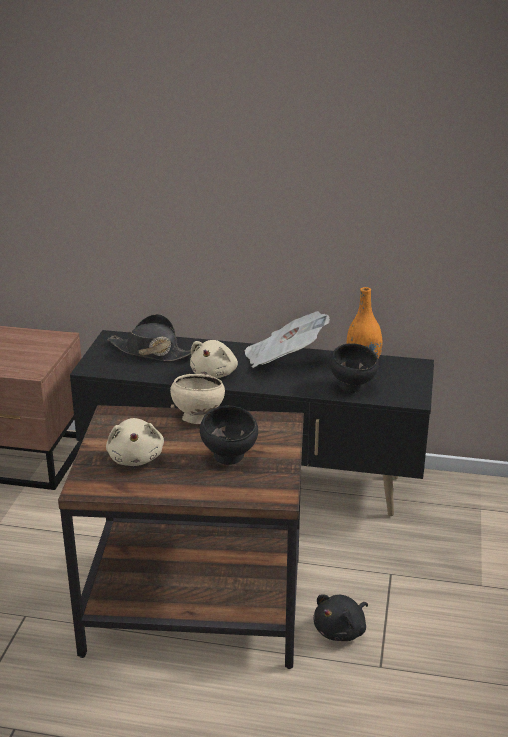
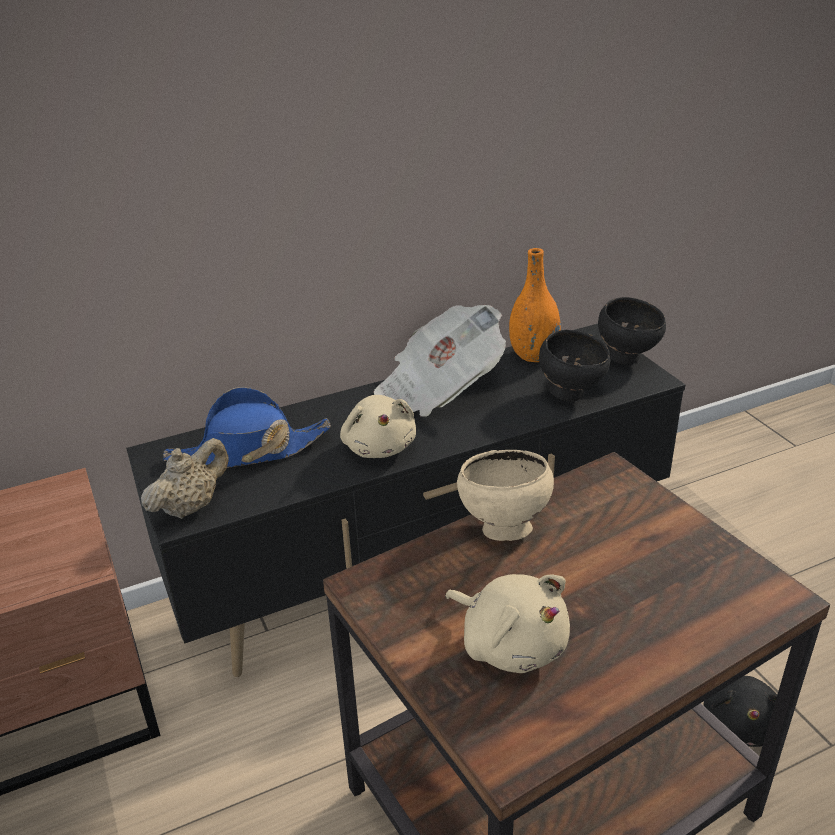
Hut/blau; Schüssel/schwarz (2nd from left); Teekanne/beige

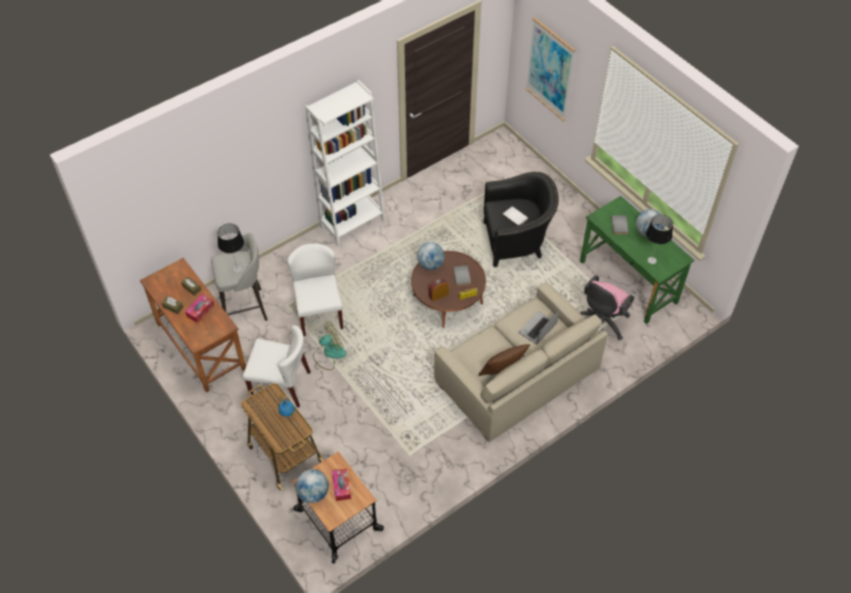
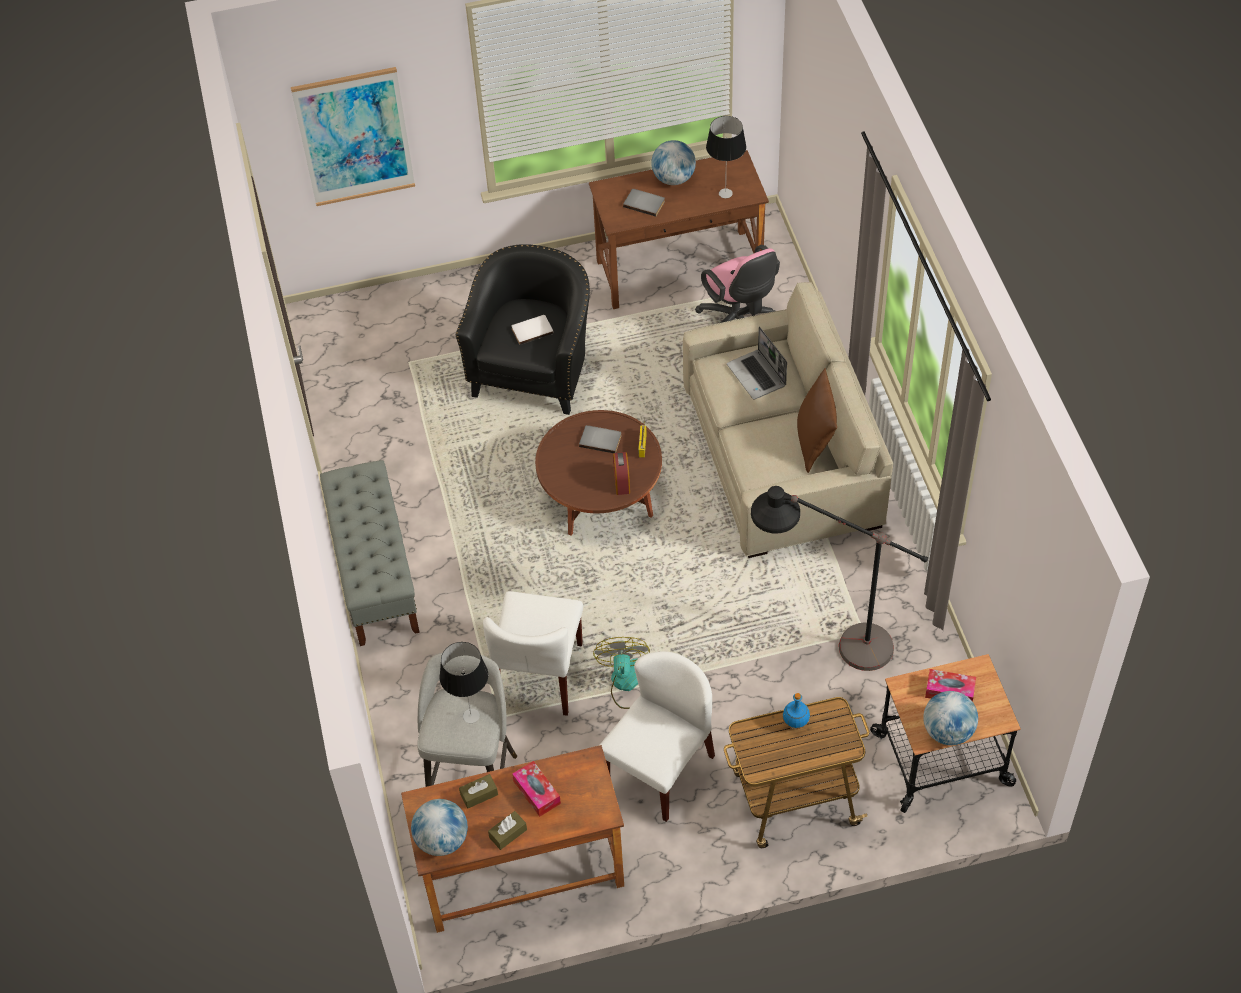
Stuhl/weiß (1st from left); Bank/grau; Globus (1st from left); Schreibtisch/braun (2nd from left); Stehlampe/schwarz

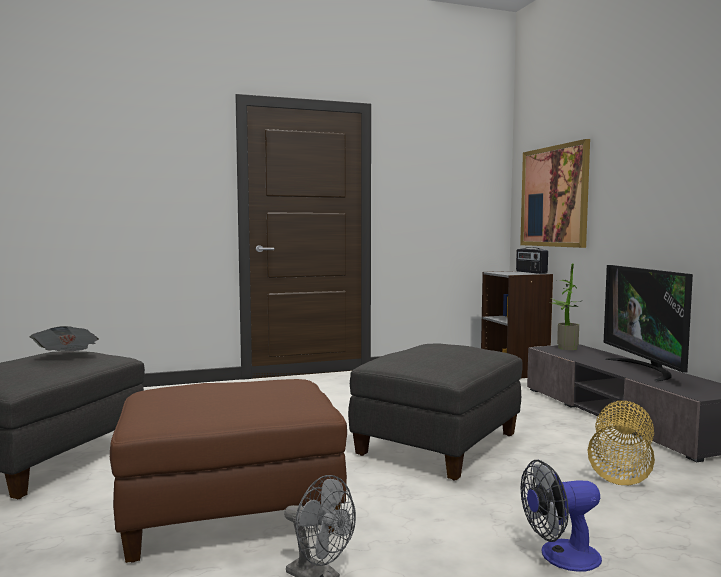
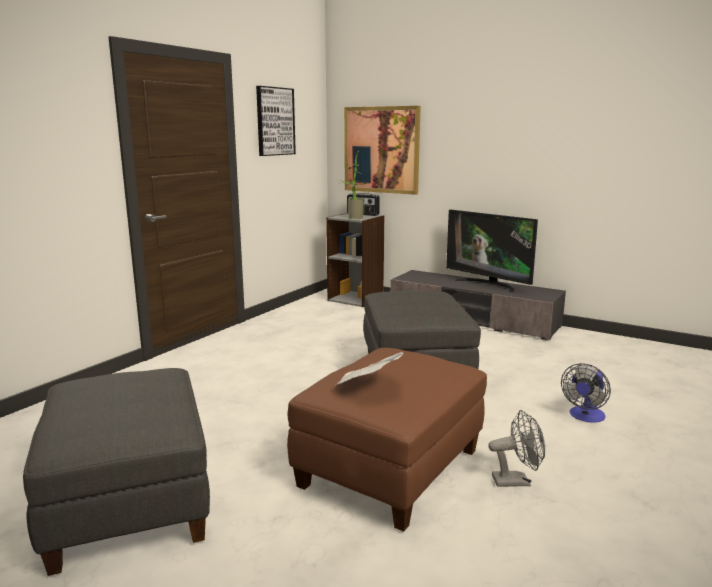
Zeitung; Topfpflanze; Korb; Bild (1st from left)

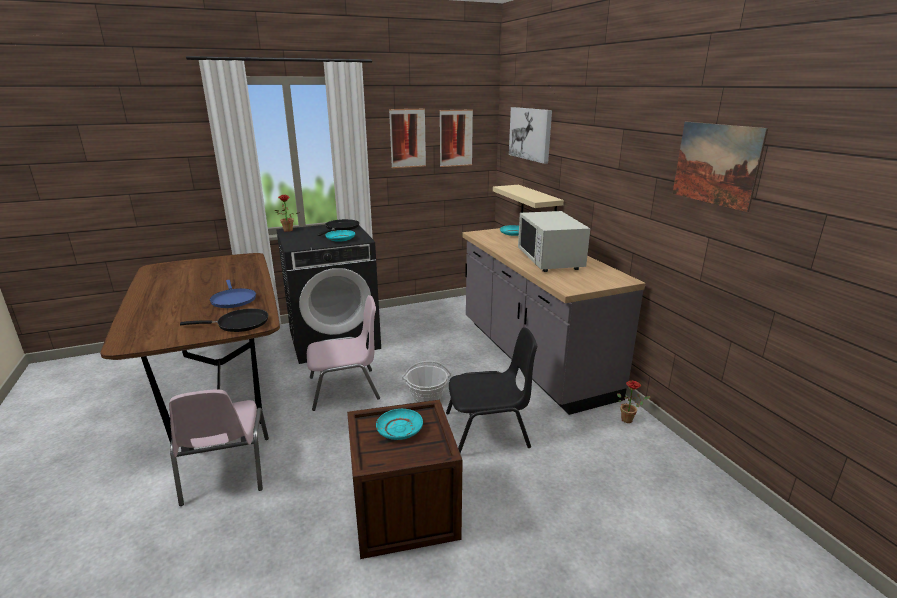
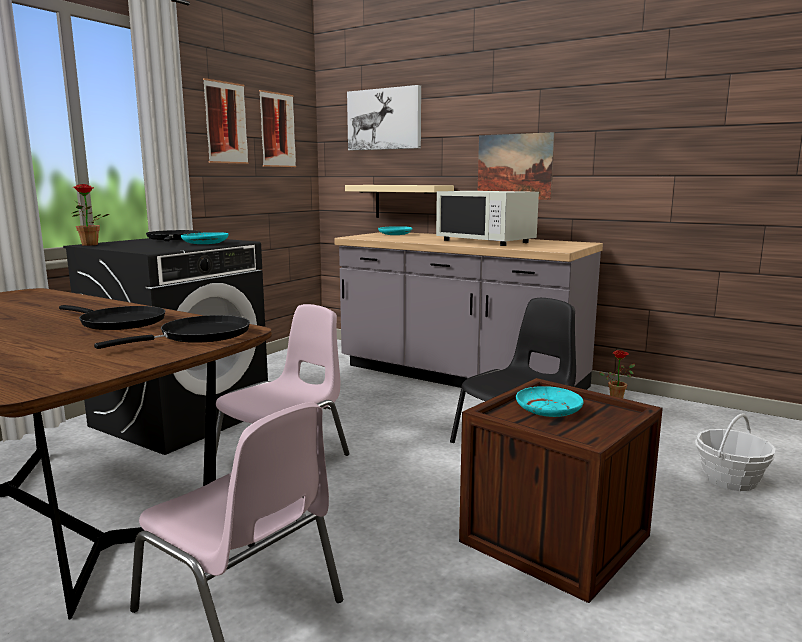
Pfanne/schwarz (1st from left); Korb; Bild (4th from left)

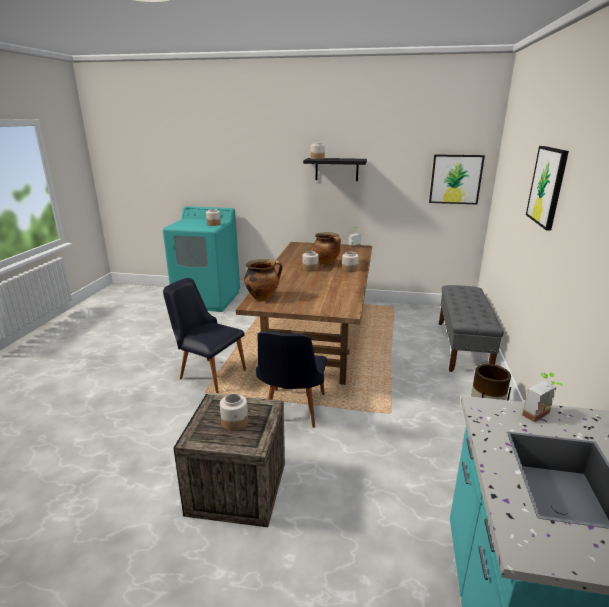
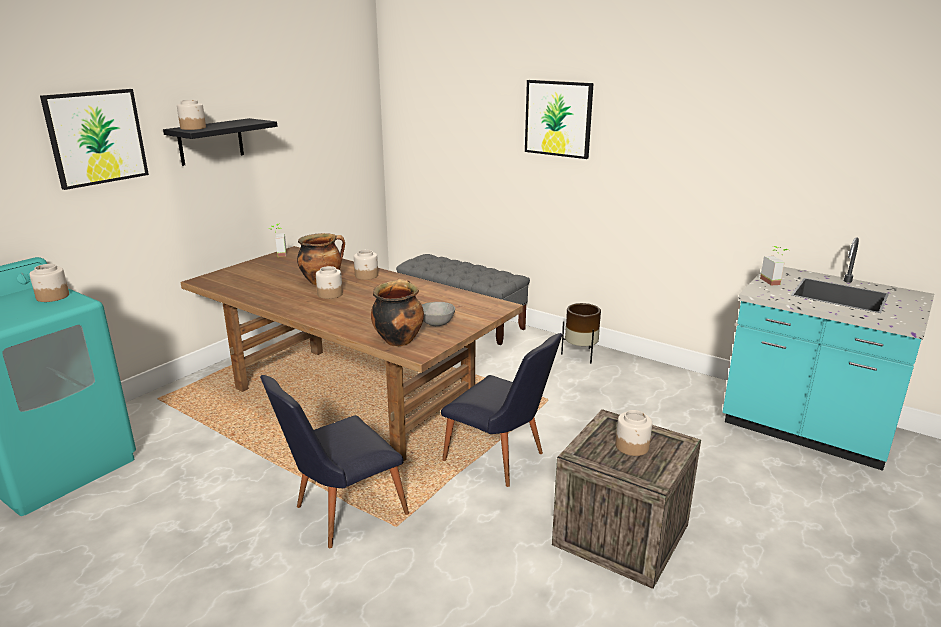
Bild (1st from left); Schüssel/grau

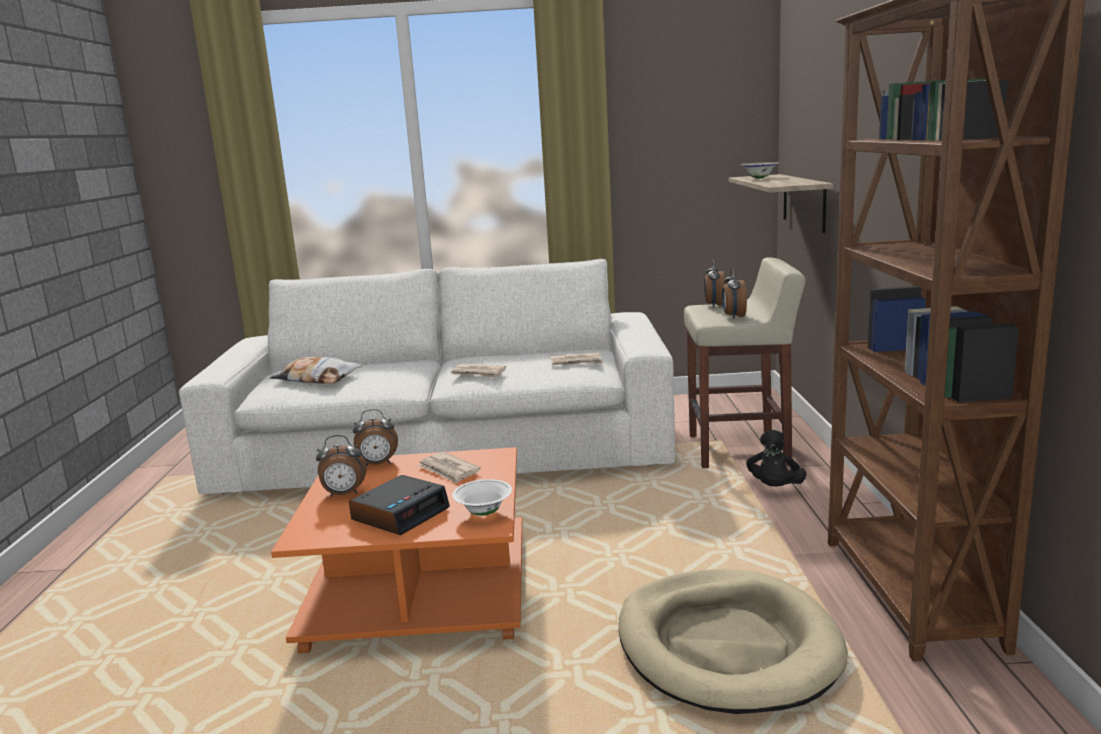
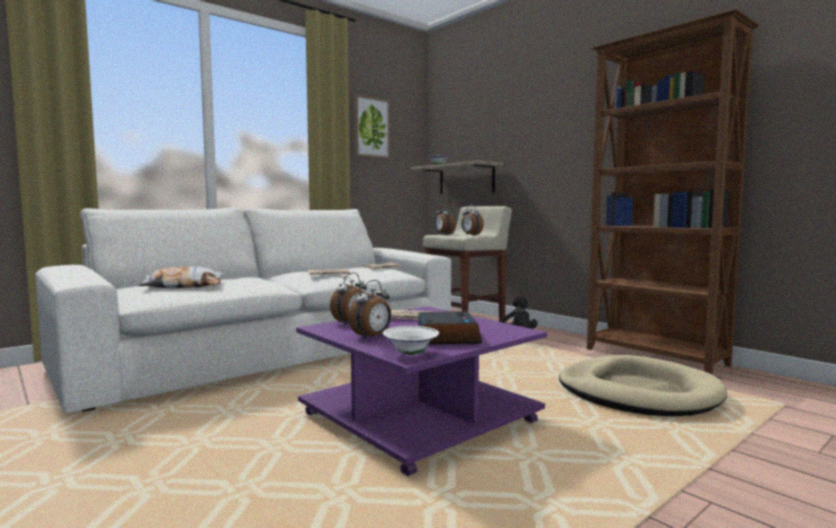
Couchtisch/lila; Schüssel/weiß (1st from left); Bild

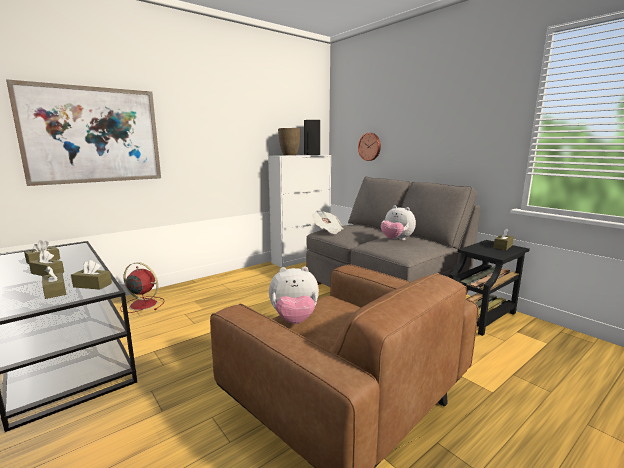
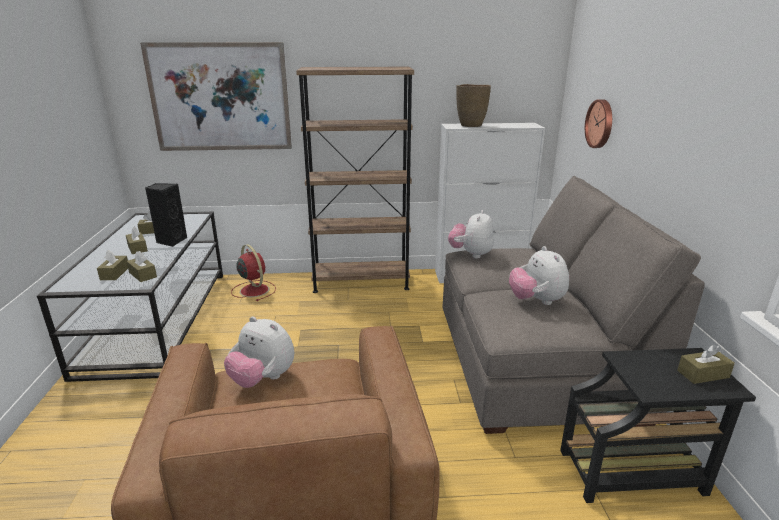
Lautsprecher/schwarz; Plüschtier (2nd from left); Bücherregal/braun

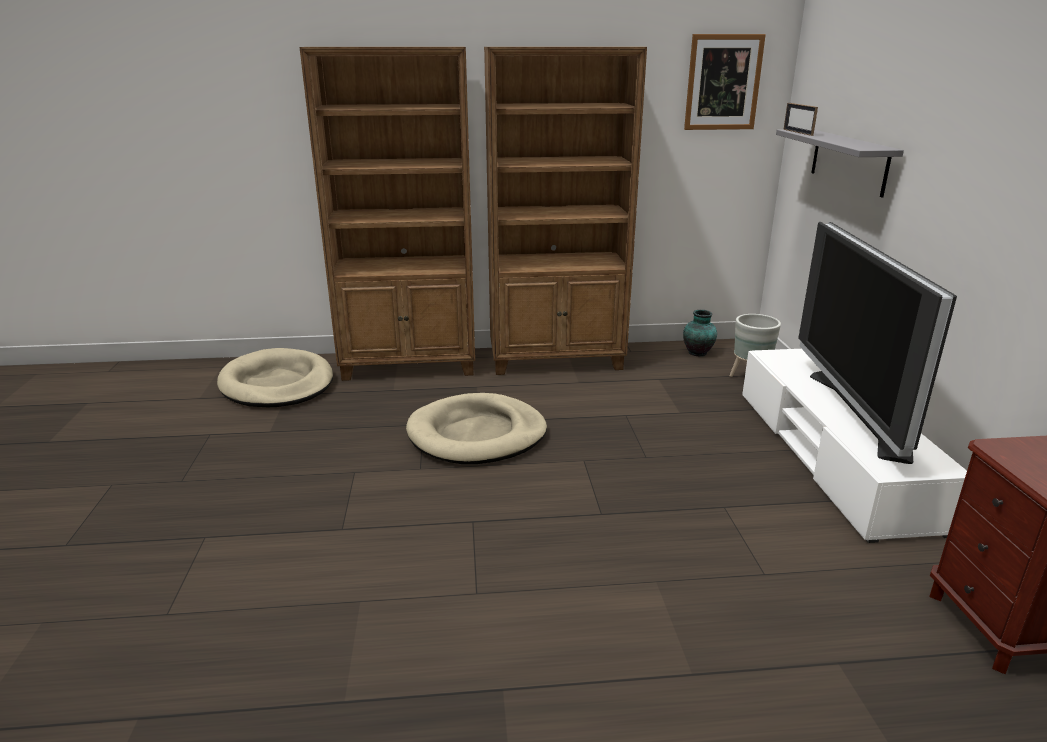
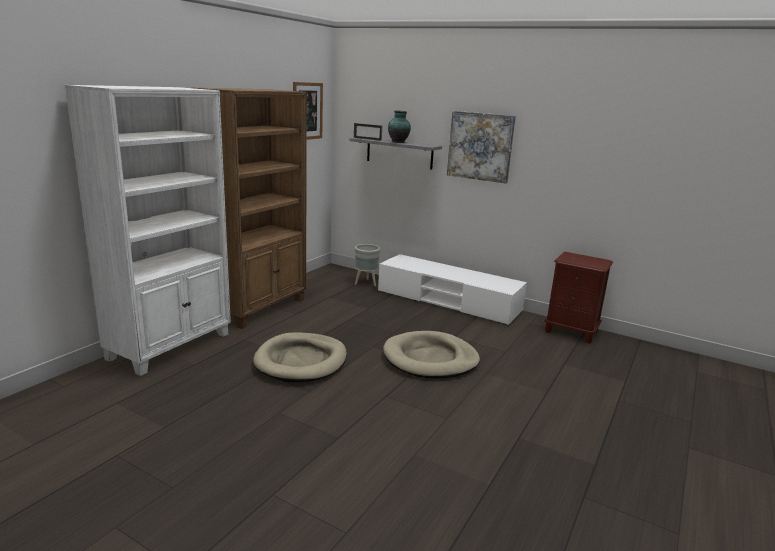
Hundebett/beige (2nd from left); Bücherregal/weiß; Vase; Fernseher; Bild (2nd from left)

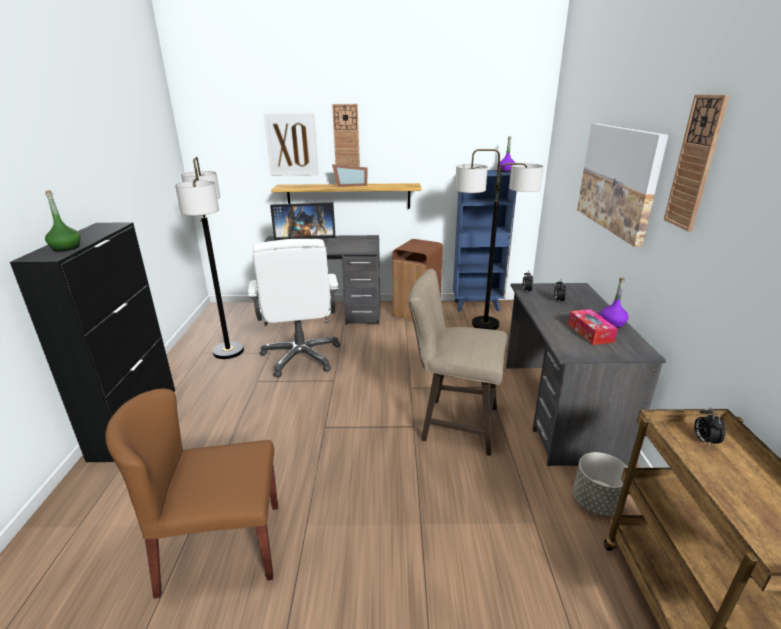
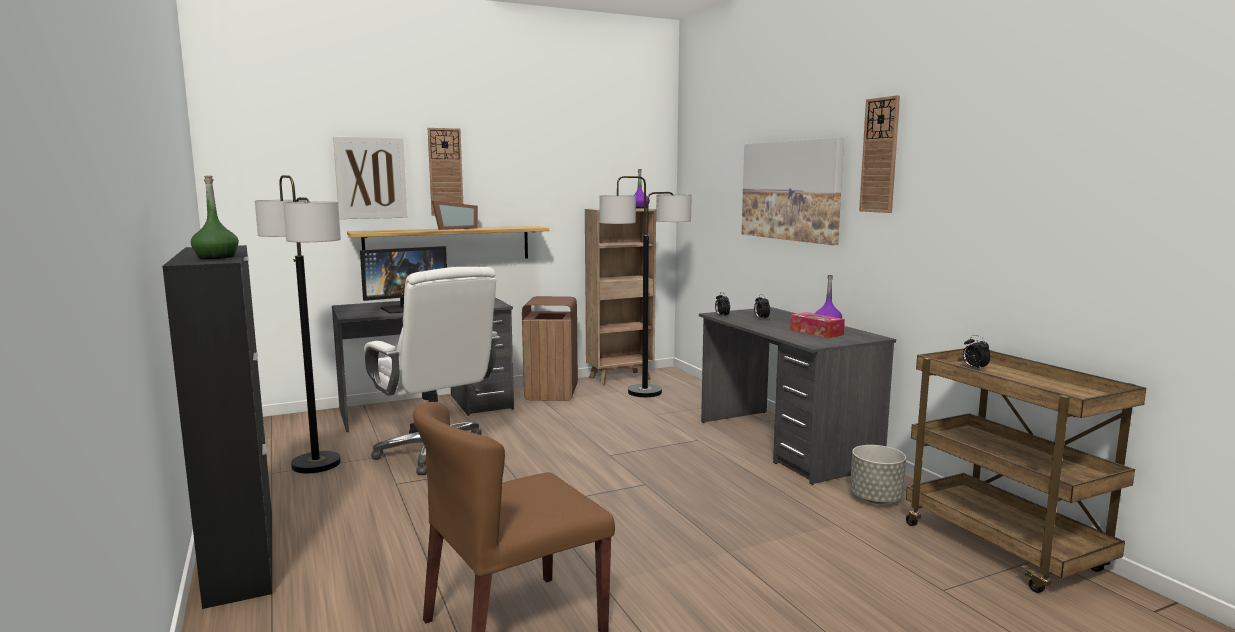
Hocker/beige; Bücherregal/braun

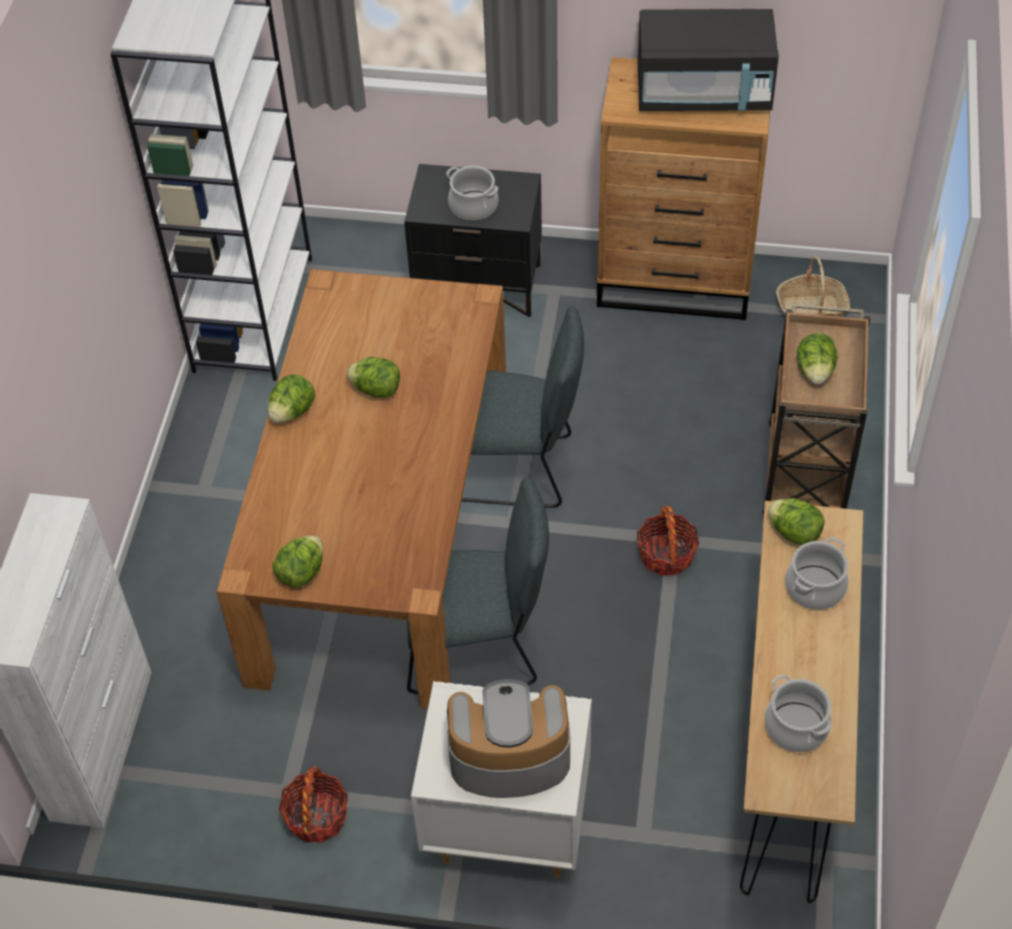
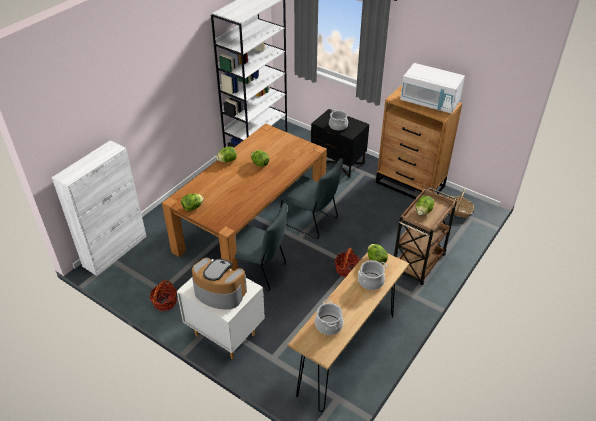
Mikrowelle/weiß

